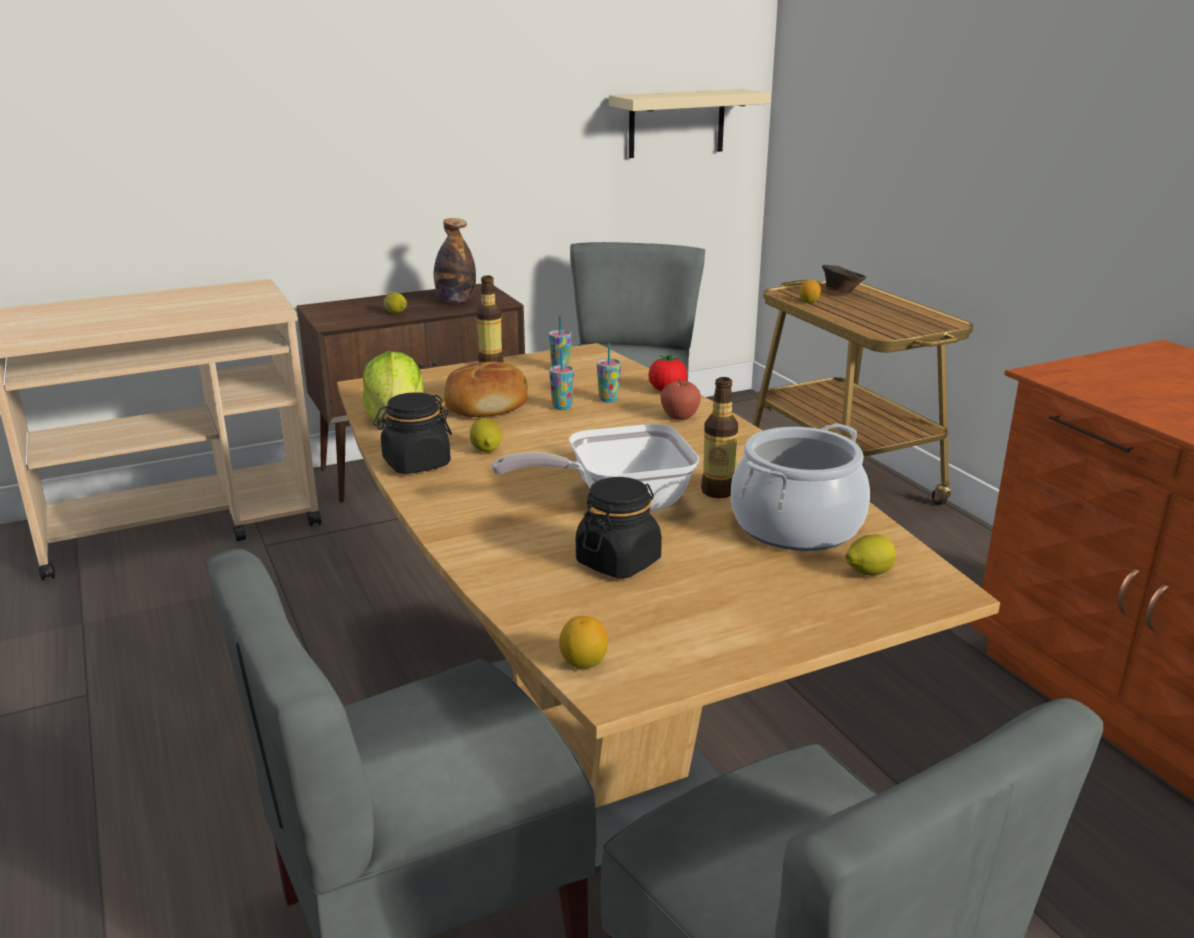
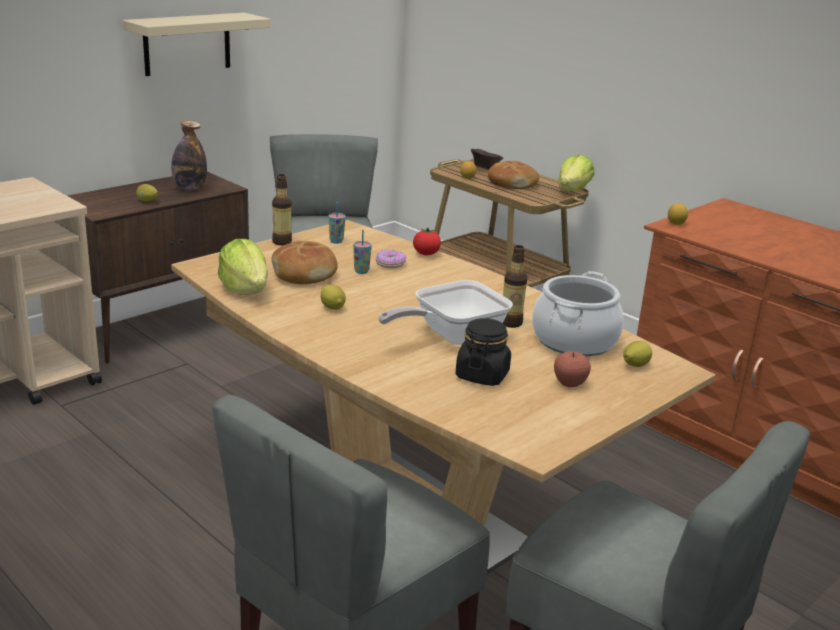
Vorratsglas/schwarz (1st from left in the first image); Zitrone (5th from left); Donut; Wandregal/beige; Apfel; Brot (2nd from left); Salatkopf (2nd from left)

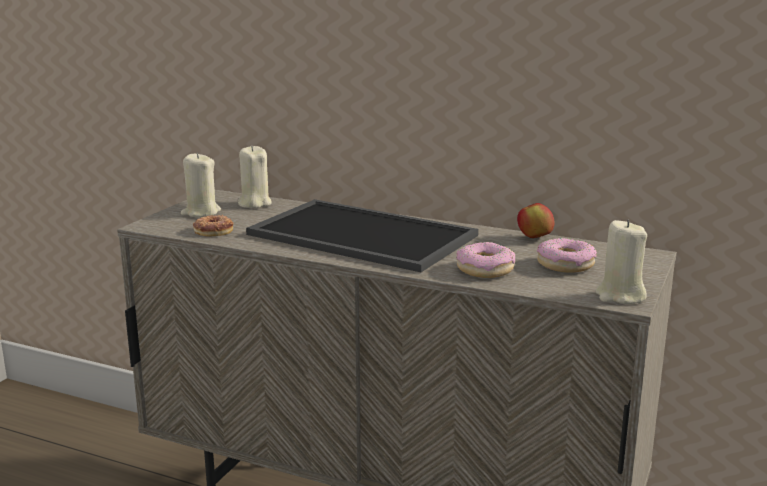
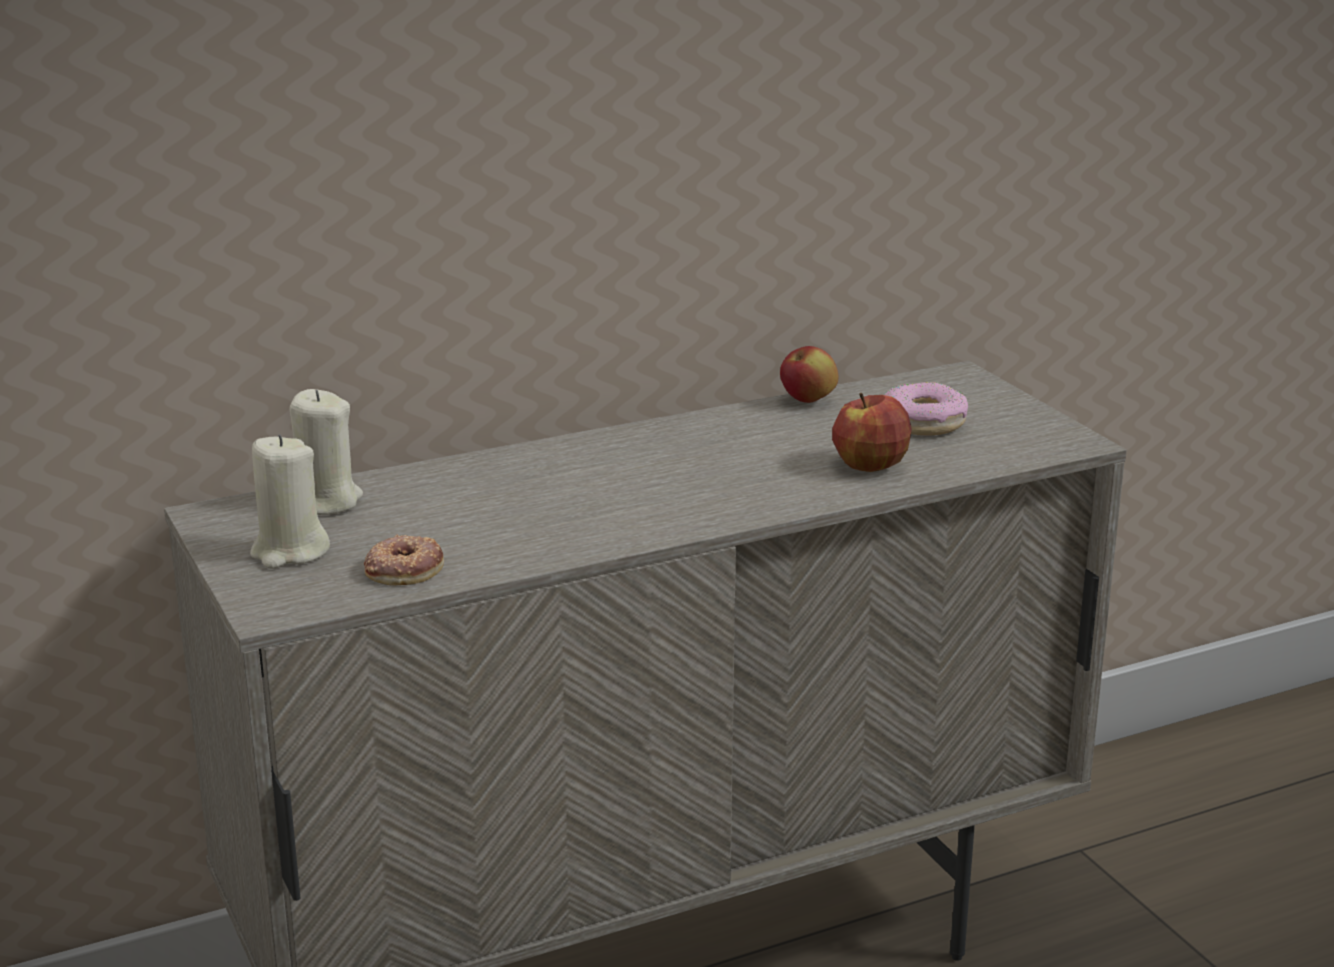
Tablett; Apfel (2nd from left); Kerze/beige (3rd from left in the first image)

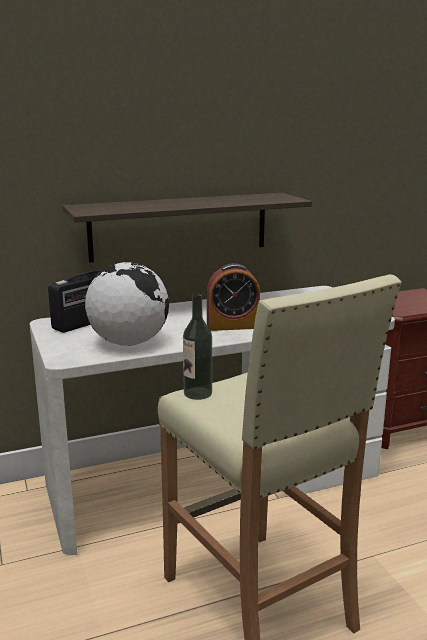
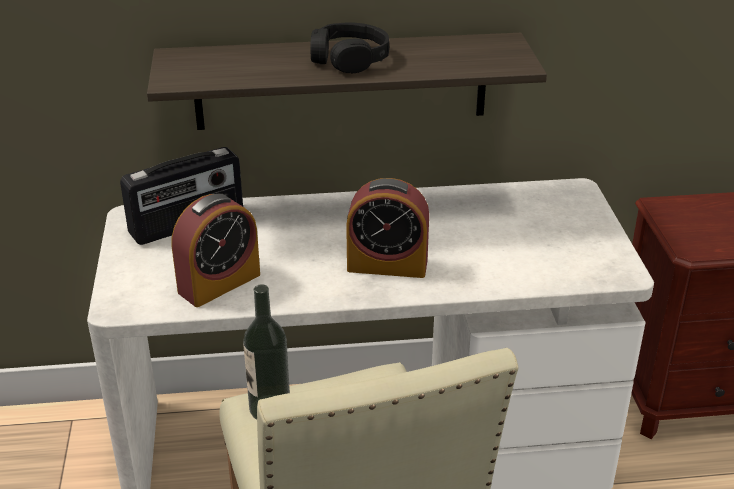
Wecker (1st from left); Kopfhörer/schwarz

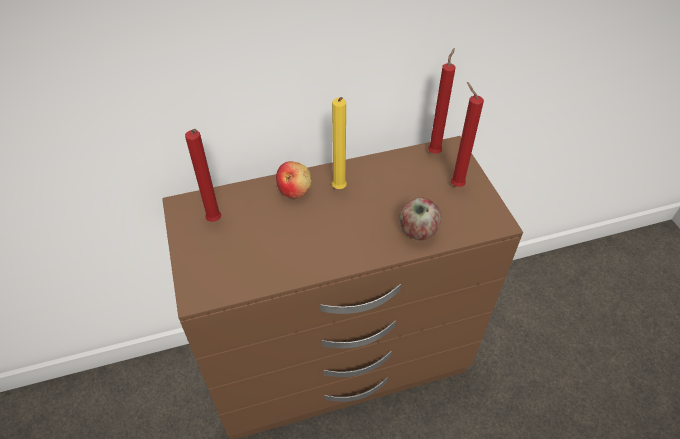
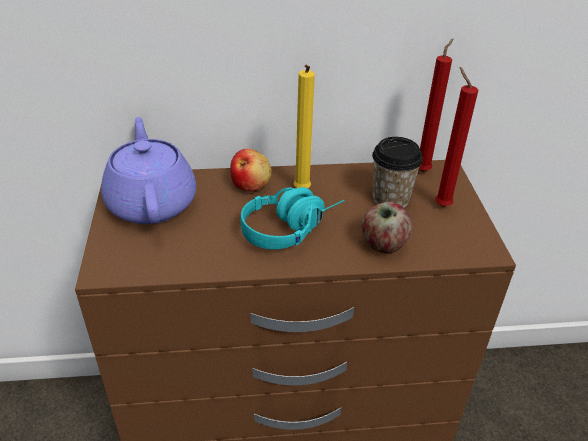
Teekanne/lila; Kopfhörer/türkis; Tasse

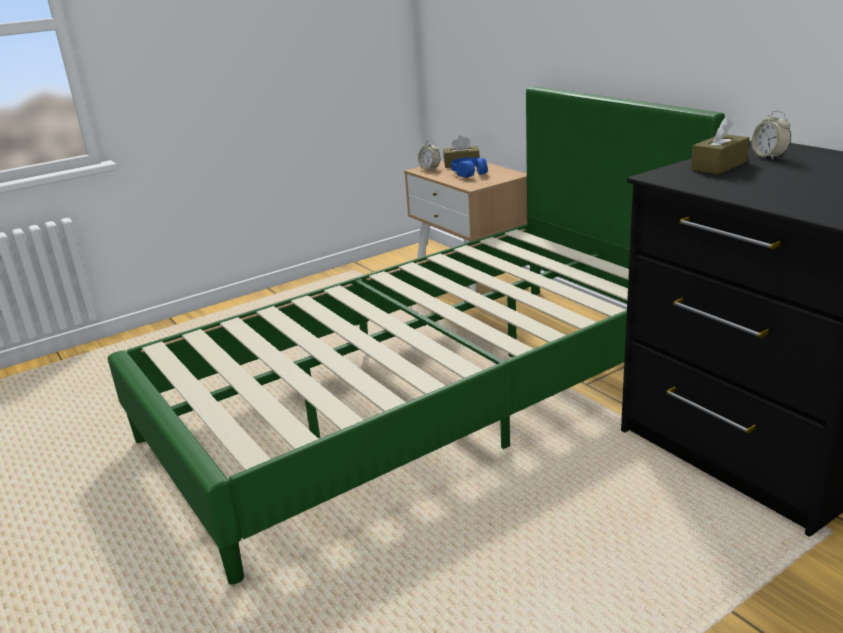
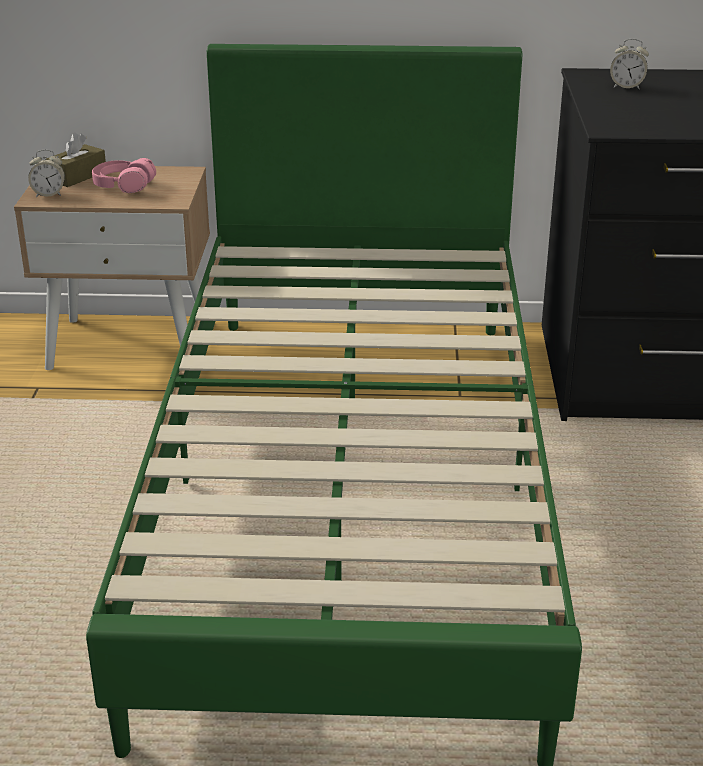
Kopfhörer/rosa; Taschentuchbox/braun (2nd from left in the first image)

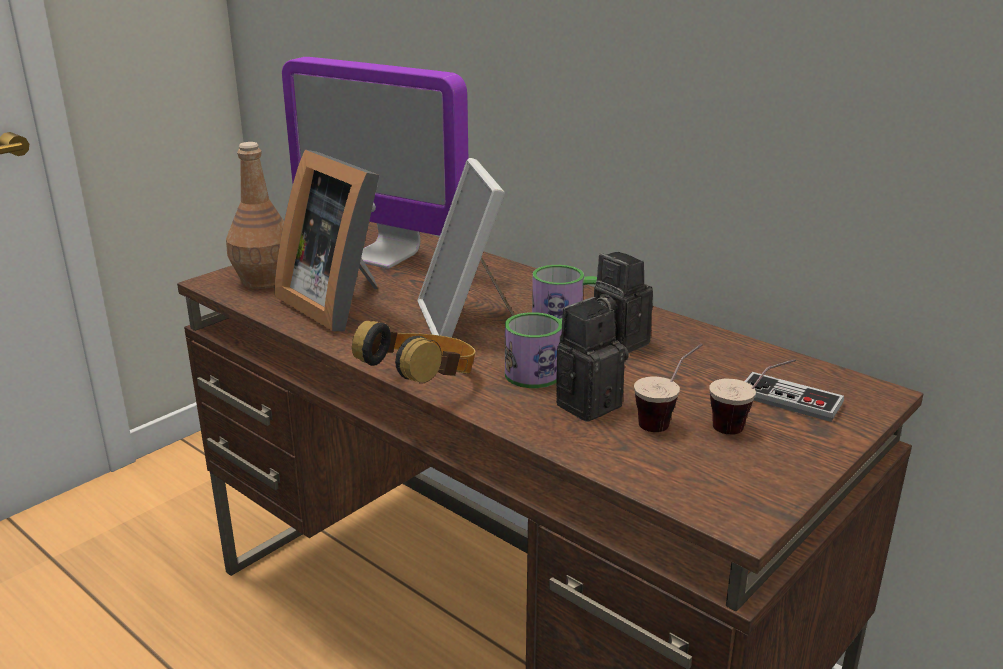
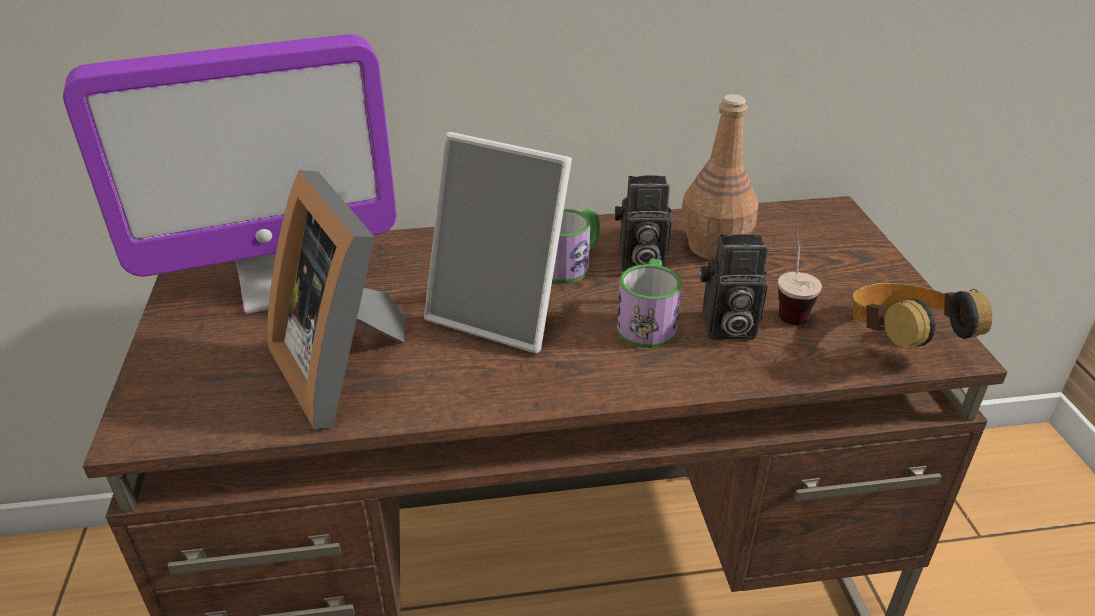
Flasche/braun; Bilderrahmen (1st from left); Kopfhörer; Kamera (2nd from left); Tasse (2nd from left in the first image); Gamepad

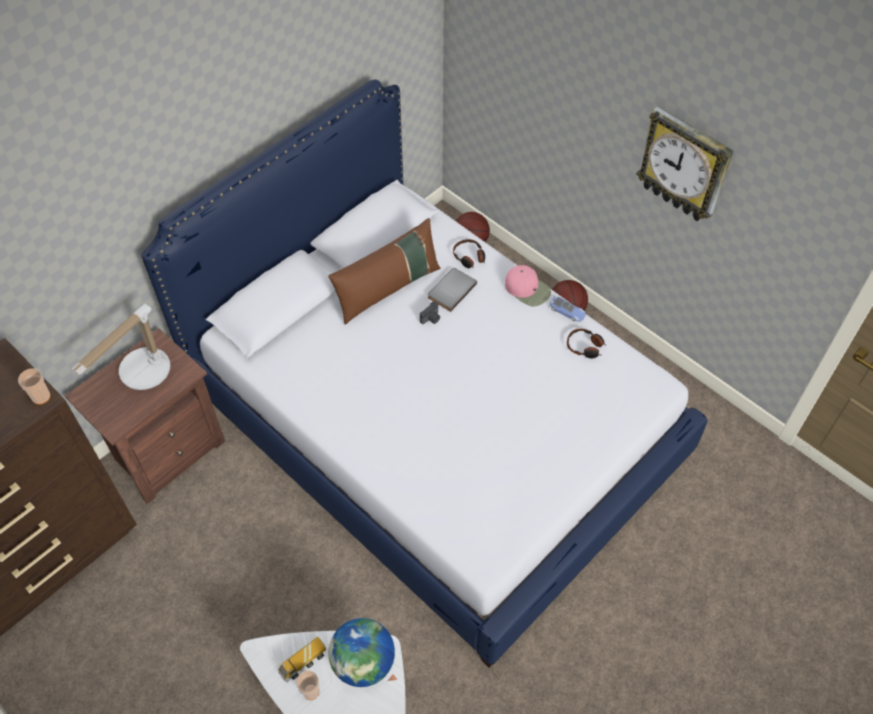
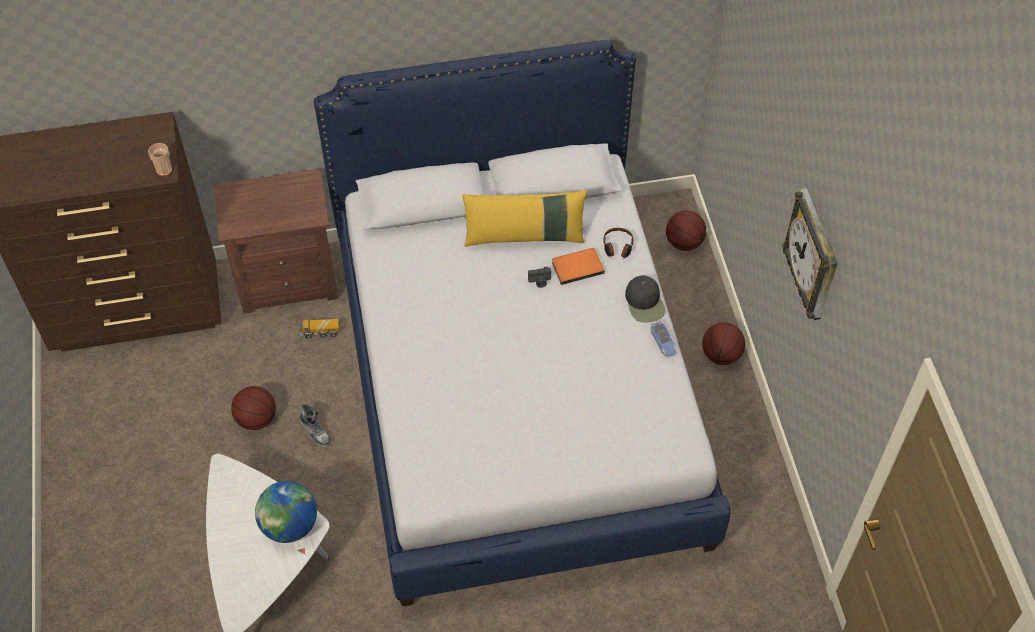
Tischlampe; Spielzeuglaster; Tasse (2nd from left in the first image); Kissen/gelb; Buch/orange; Kappe/schwarz; Kopfhörer (2nd from left in the first image); Basketball (1st from left); Schuh

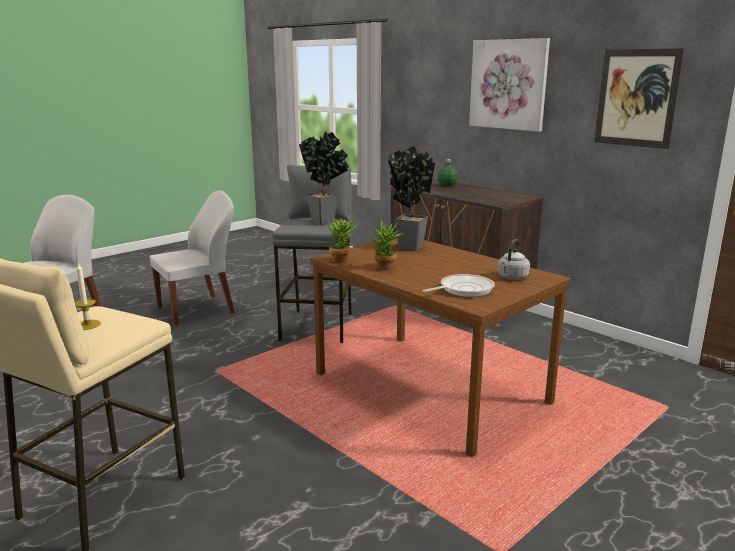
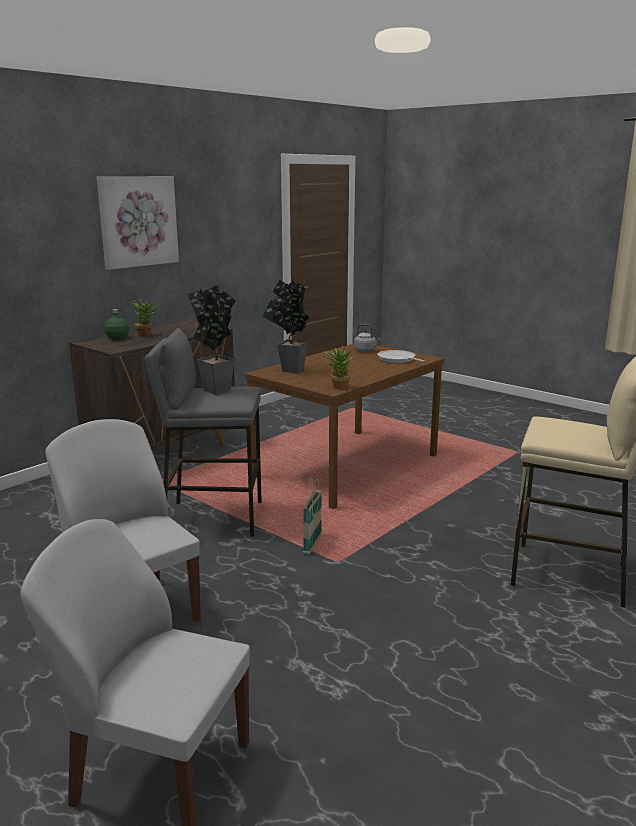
Kerze; Topfpflanze (1st from left); Bild (2nd from left in the first image); Korb

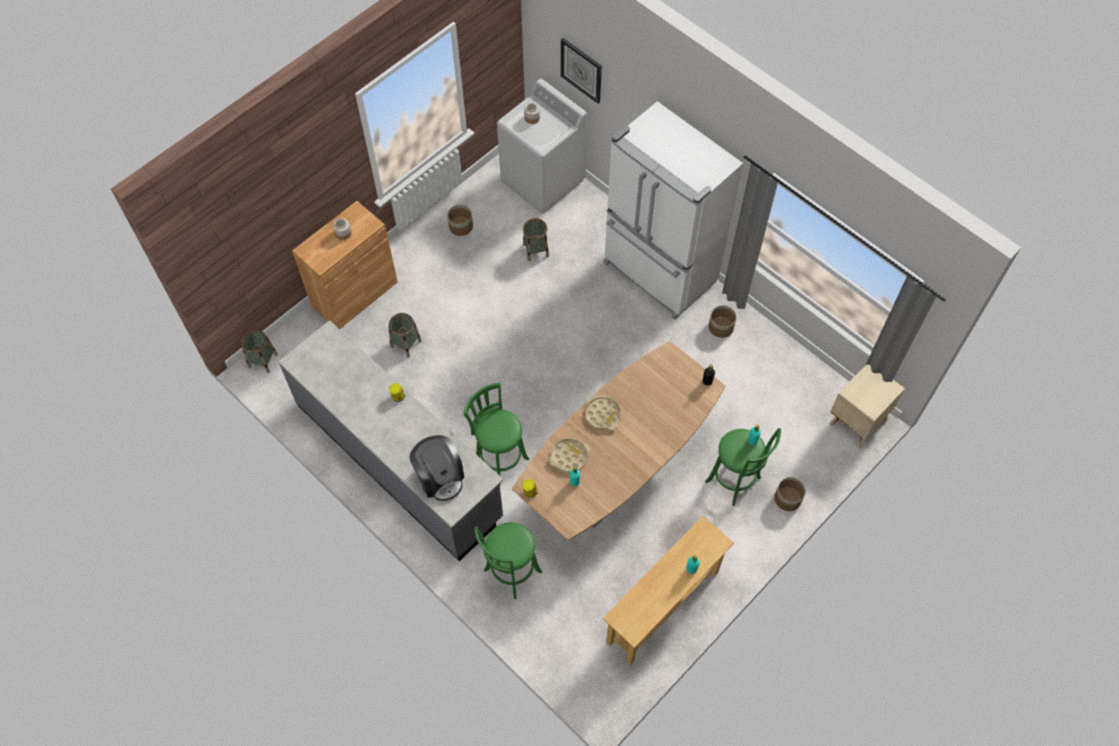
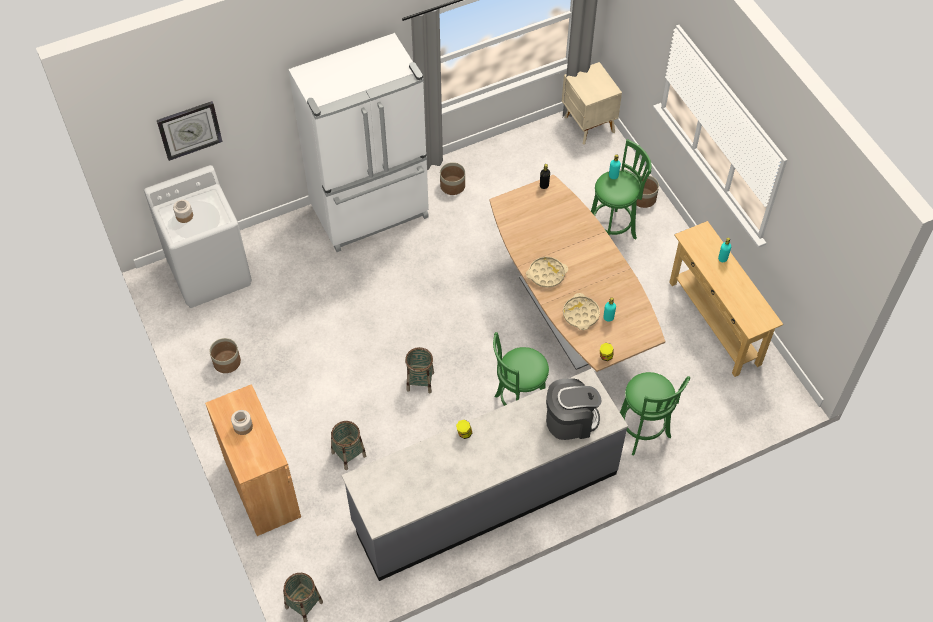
Korb (3rd from left)

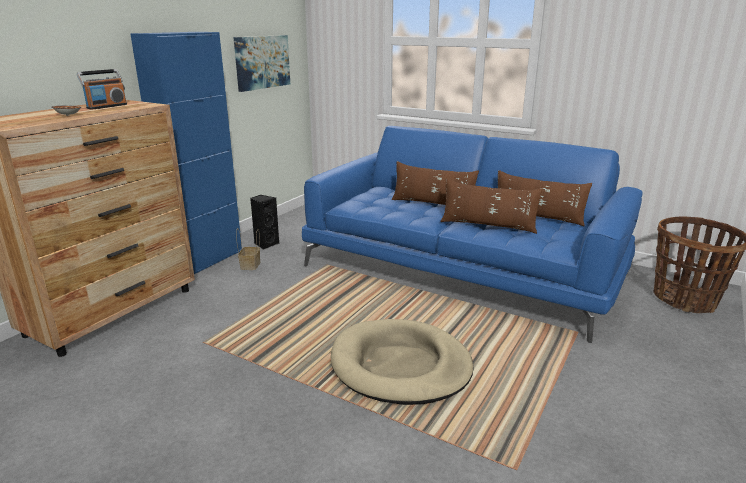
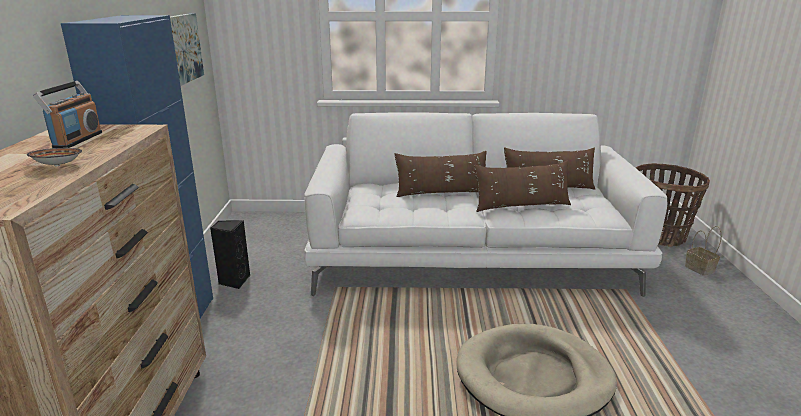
Korb (2nd from left); Sofa/weiß

